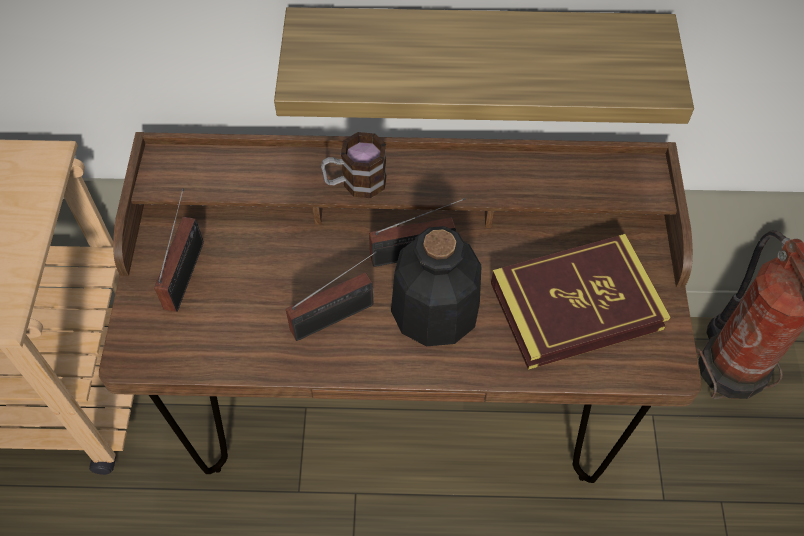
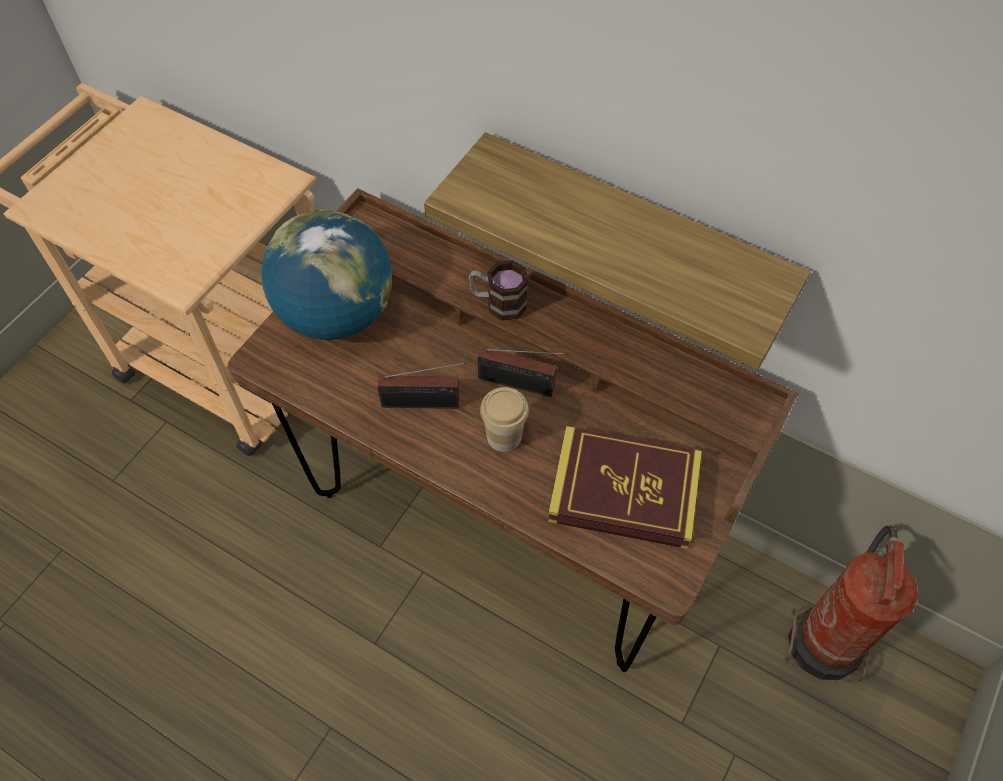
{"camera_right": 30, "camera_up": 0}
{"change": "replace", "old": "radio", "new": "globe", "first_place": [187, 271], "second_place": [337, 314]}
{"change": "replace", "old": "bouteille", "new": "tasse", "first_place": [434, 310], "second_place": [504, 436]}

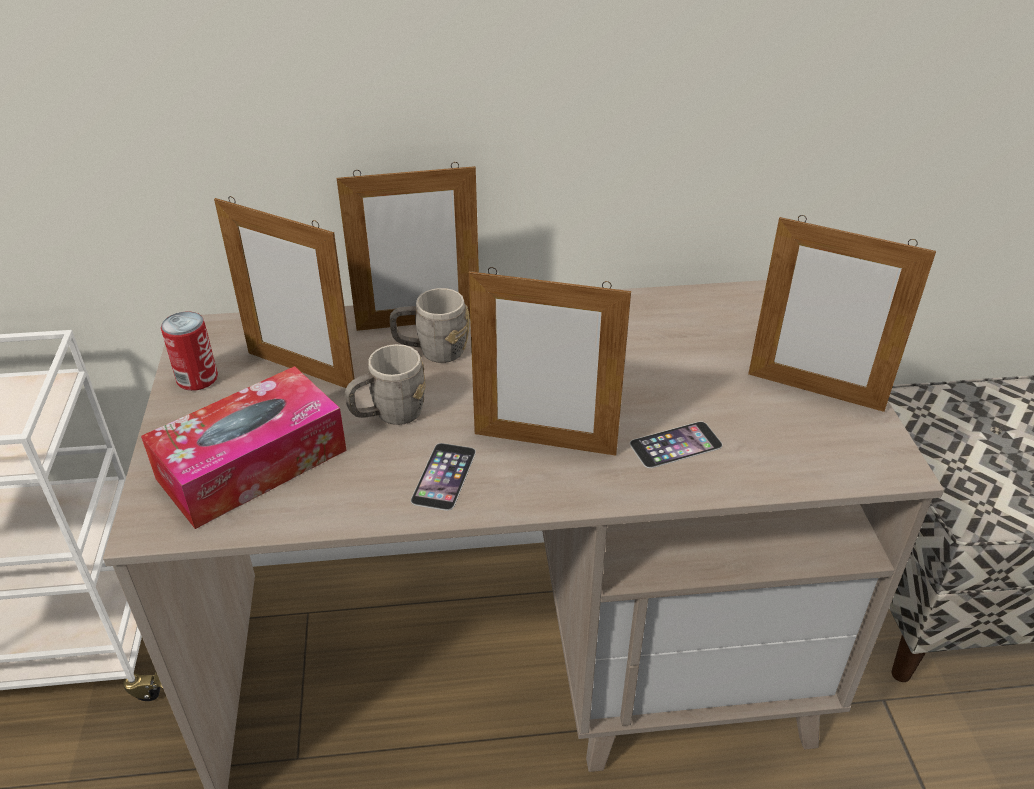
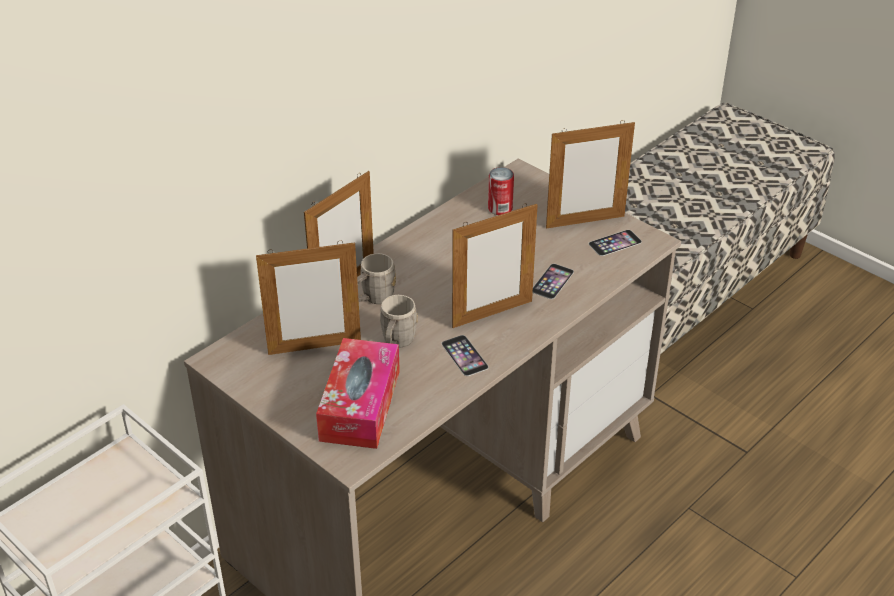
{"camera_right": -40, "camera_up": 0}
{"change": "move", "old": "boîte métallique", "first_place": [197, 378], "second_place": [500, 208]}
{"change": "insert", "new": "téléphone", "second_place": [615, 243]}

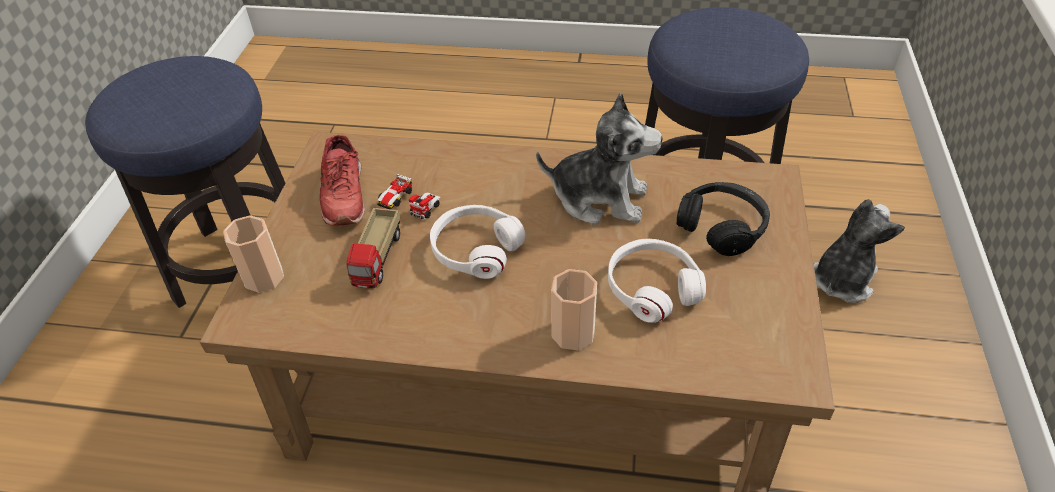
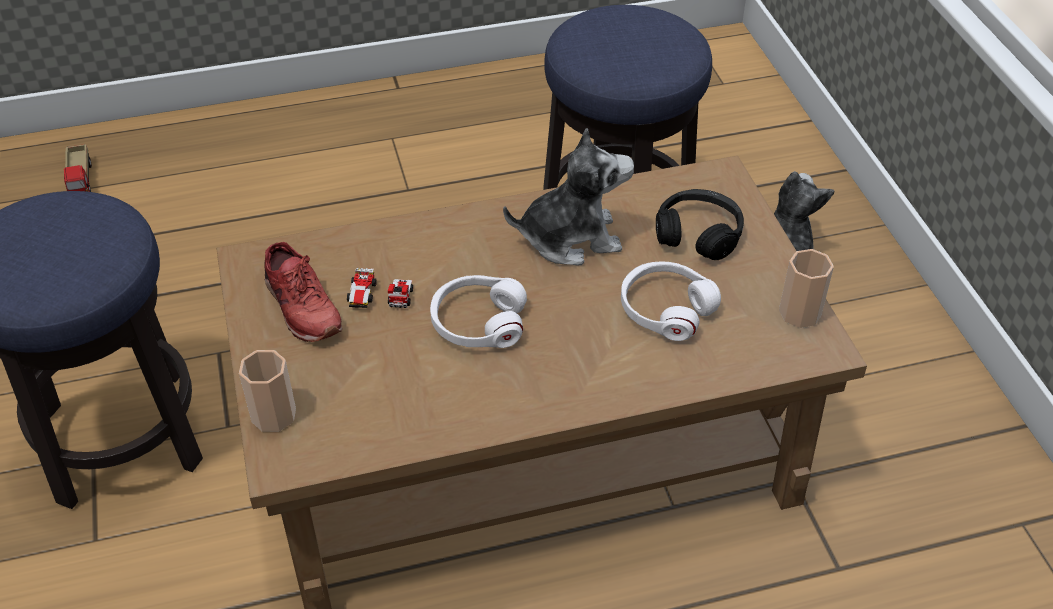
{"camera_right": -25, "camera_up": 0}
{"change": "move", "old": "camion jouet", "first_place": [378, 259], "second_place": [82, 181]}
{"change": "move", "old": "tasse", "first_place": [573, 333], "second_place": [800, 313]}

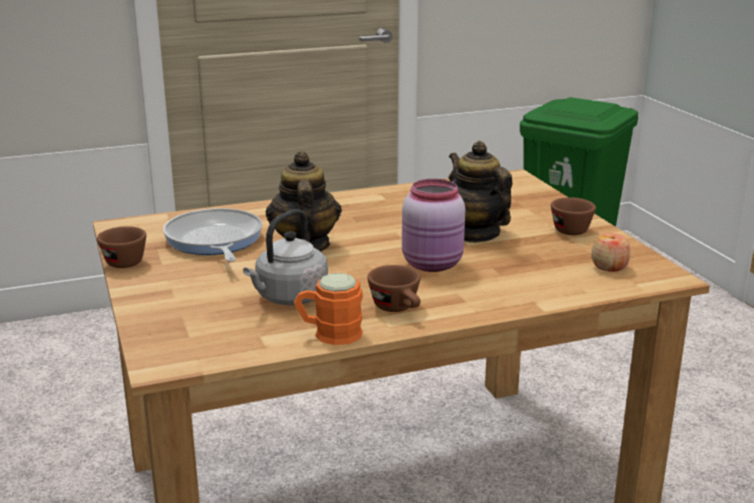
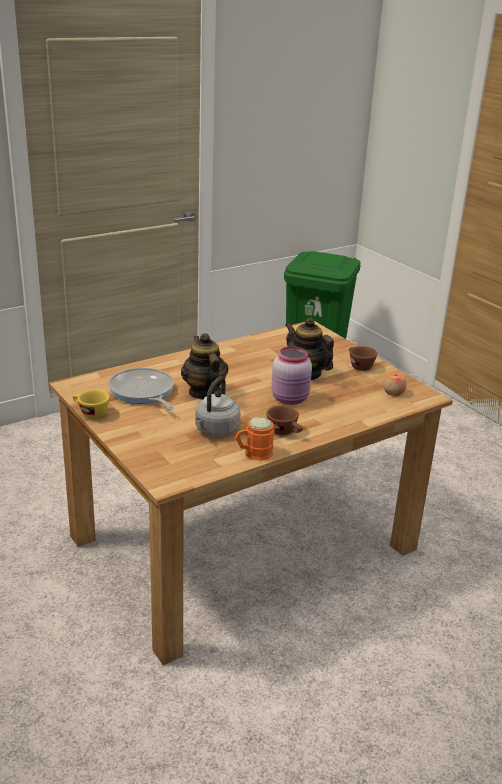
{"camera_right": -15, "camera_up": 5}
{"change": "recolor", "old": "tasse (marron)", "new": "tasse (jaune)", "first_place": [119, 261], "second_place": [90, 413]}

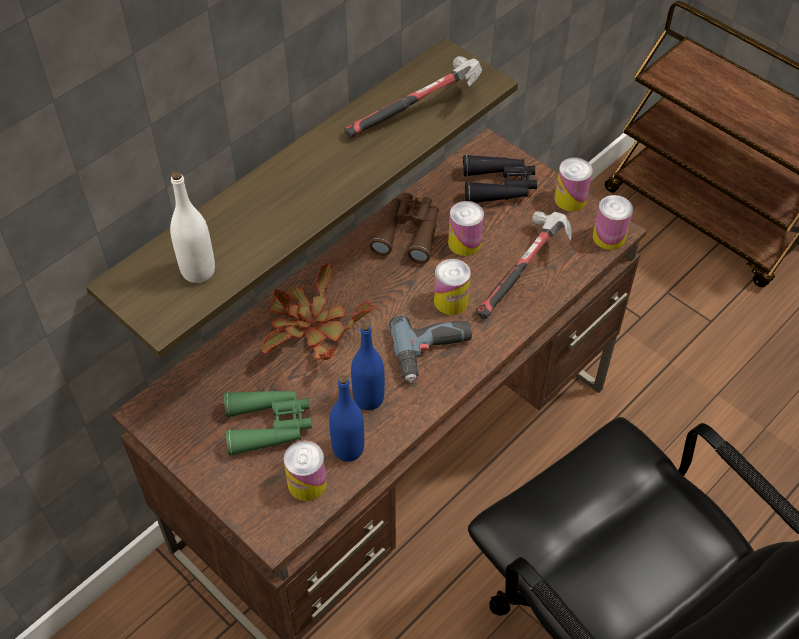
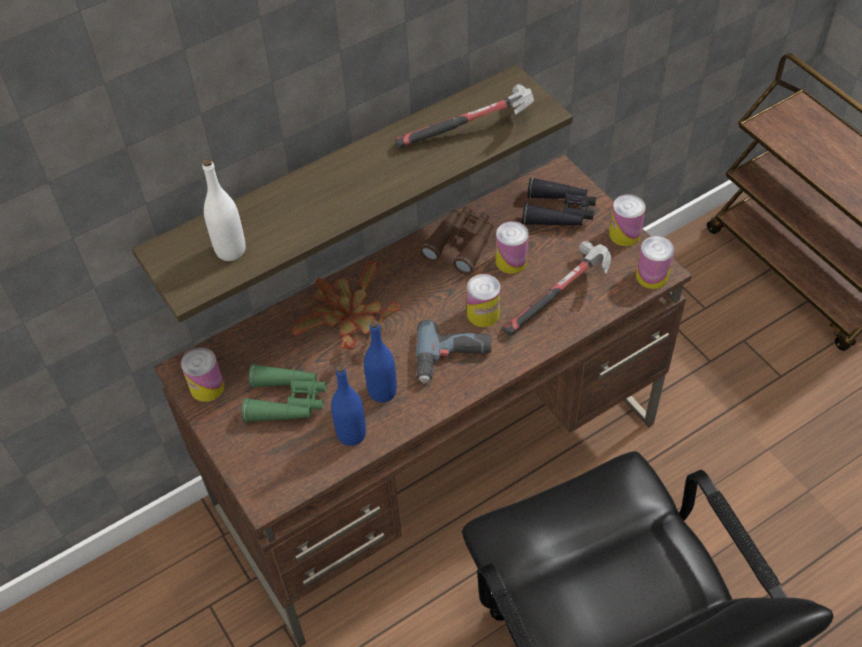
{"camera_right": 15, "camera_up": 0}
{"change": "move", "old": "boîte métallique", "first_place": [307, 483], "second_place": [207, 387]}

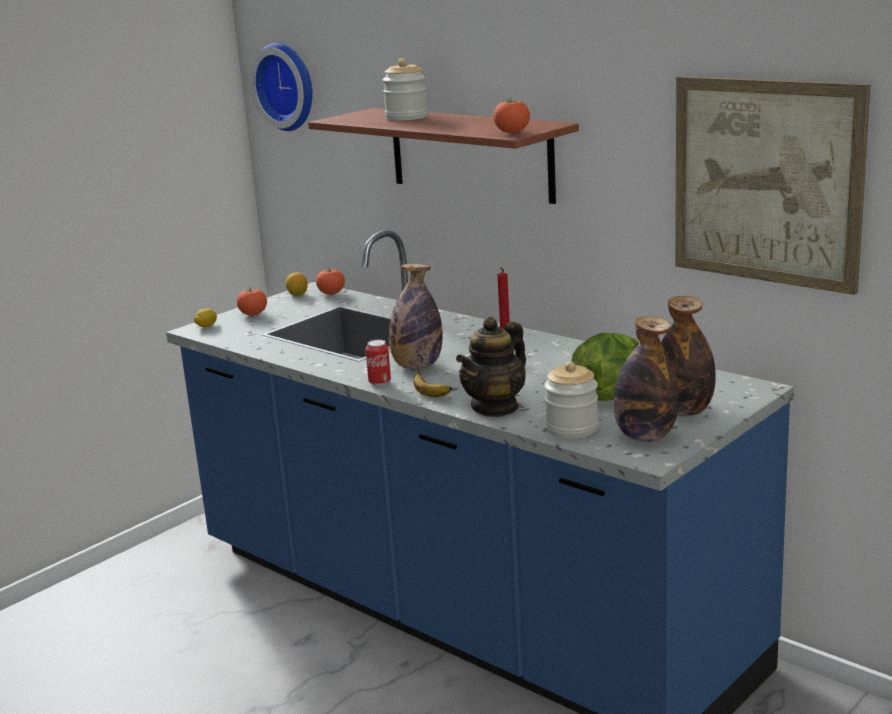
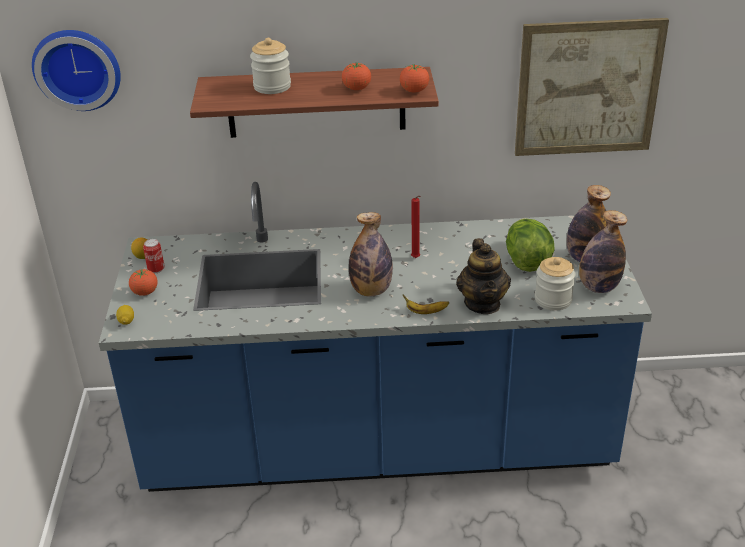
{"camera_right": -45, "camera_up": 15}
{"change": "move", "old": "boîte métallique", "first_place": [379, 383], "second_place": [156, 269]}
{"change": "move", "old": "tomate", "first_place": [331, 294], "second_place": [357, 89]}

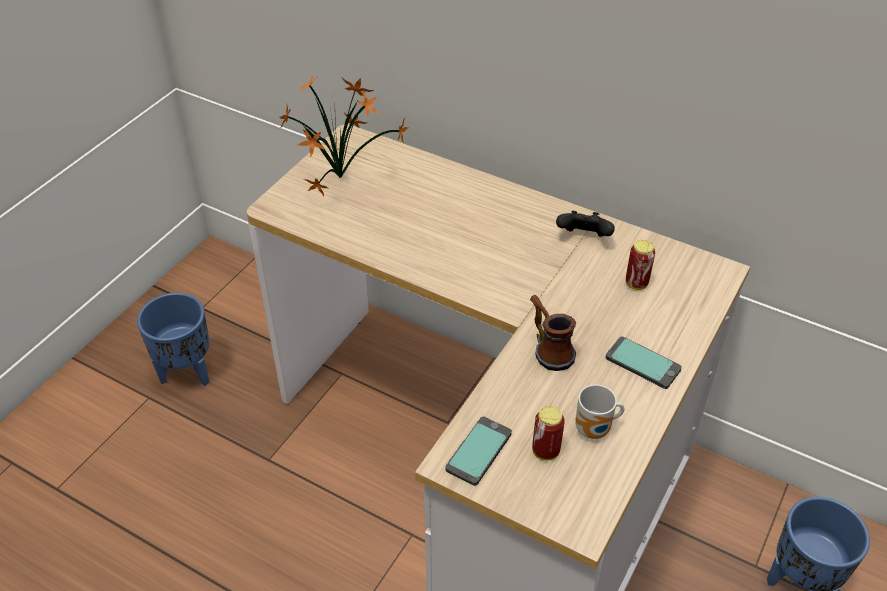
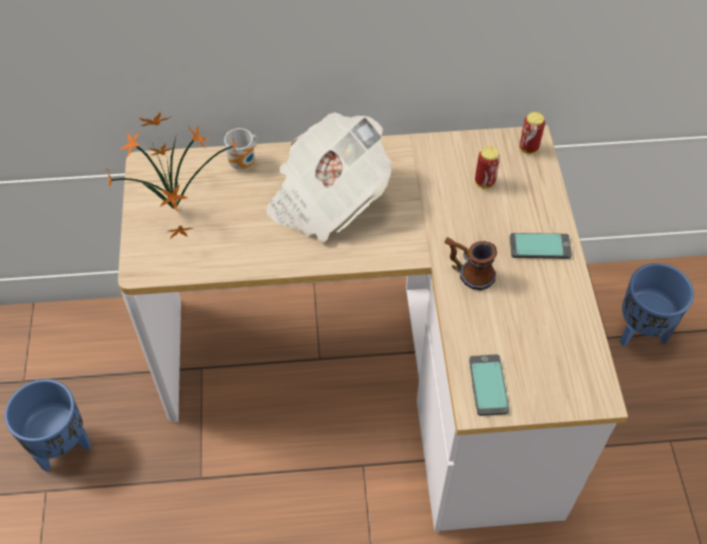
{"camera_right": -35, "camera_up": 10}
{"change": "move", "old": "mug", "first_place": [595, 430], "second_place": [244, 163]}
{"change": "insert", "new": "journal", "second_place": [326, 198]}
{"change": "move", "old": "boîte métallique", "first_place": [545, 451], "second_place": [528, 148]}
{"change": "delete", "old": "manette (noir)", "first_place": [584, 238]}

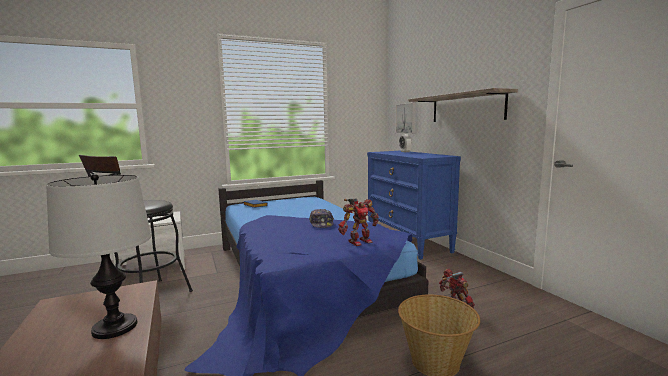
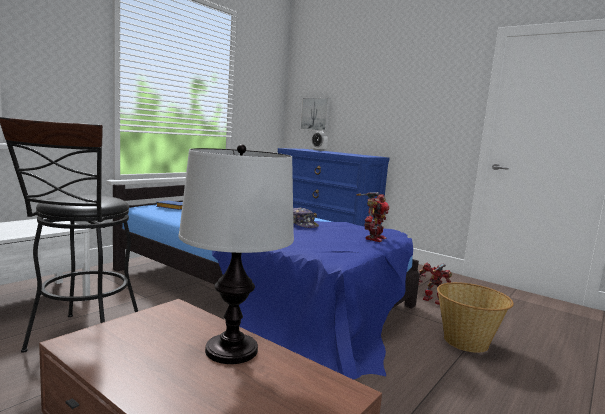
{"camera_right": -30, "camera_up": 0}
{"change": "delete", "old": "étagère", "first_place": [466, 108]}

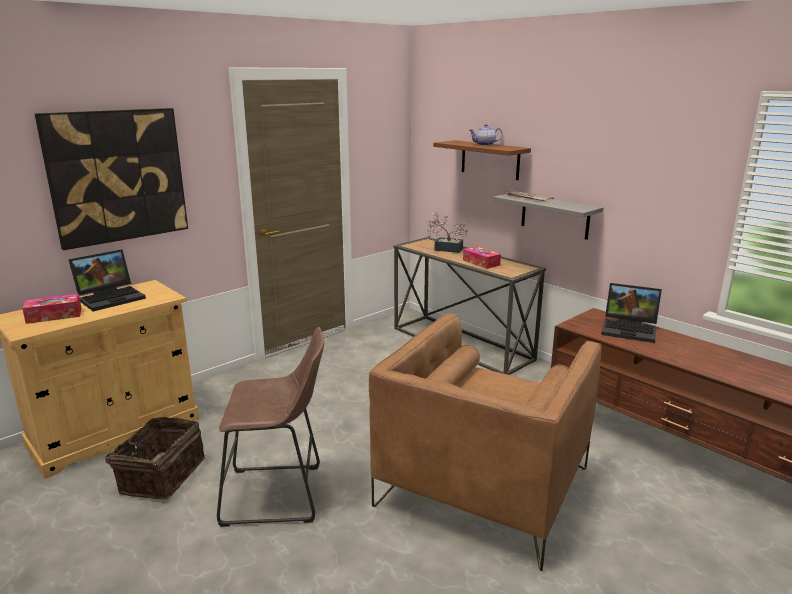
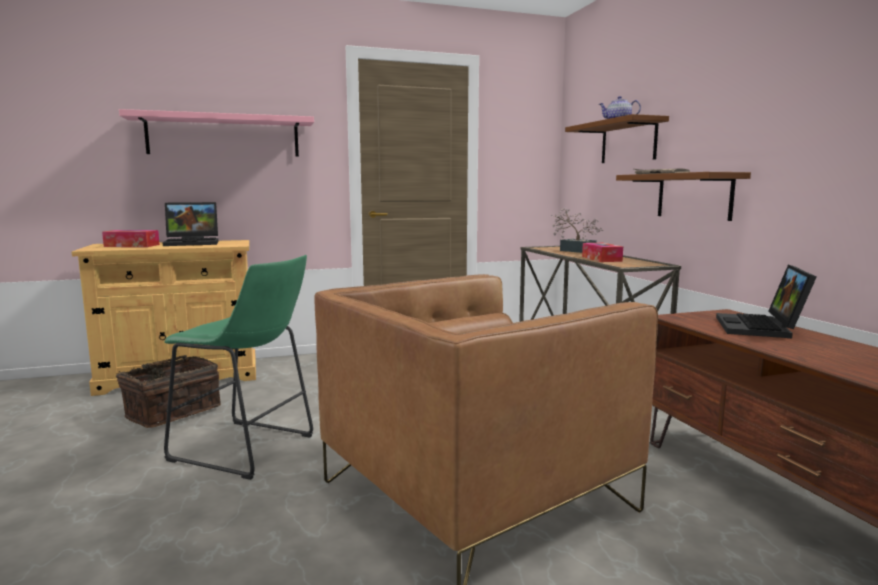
{"camera_right": 25, "camera_up": -10}
{"change": "replace", "old": "tableau", "new": "étagère (rose)", "first_place": [117, 176], "second_place": [224, 136]}
{"change": "recolor", "old": "tabouret (marron)", "new": "tabouret (vert)", "first_place": [279, 495], "second_place": [248, 449]}
{"change": "recolor", "old": "étagère (gris)", "new": "étagère (marron)", "first_place": [554, 215], "second_place": [694, 196]}
{"change": "rotate", "old": "ordinateur portable", "first_place": [630, 329], "second_place": [762, 328], "degrees": 60}

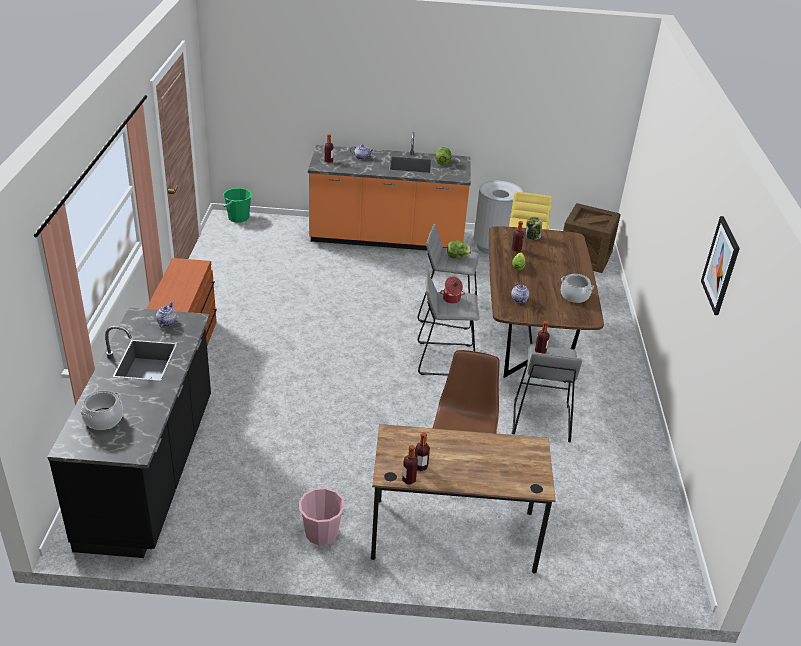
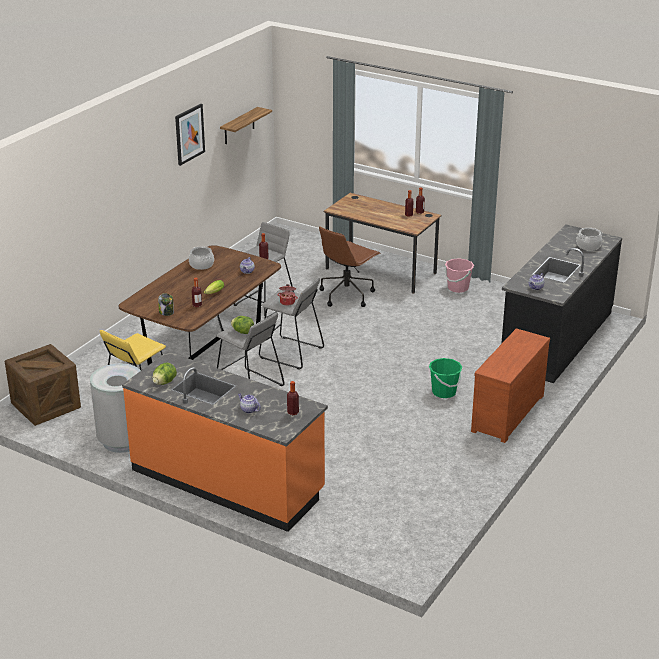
{"camera_right": -150, "camera_up": -5}
{"change": "insert", "new": "étagère", "second_place": [239, 126]}
{"change": "move", "old": "seau (vert)", "first_place": [238, 218], "second_place": [444, 392]}

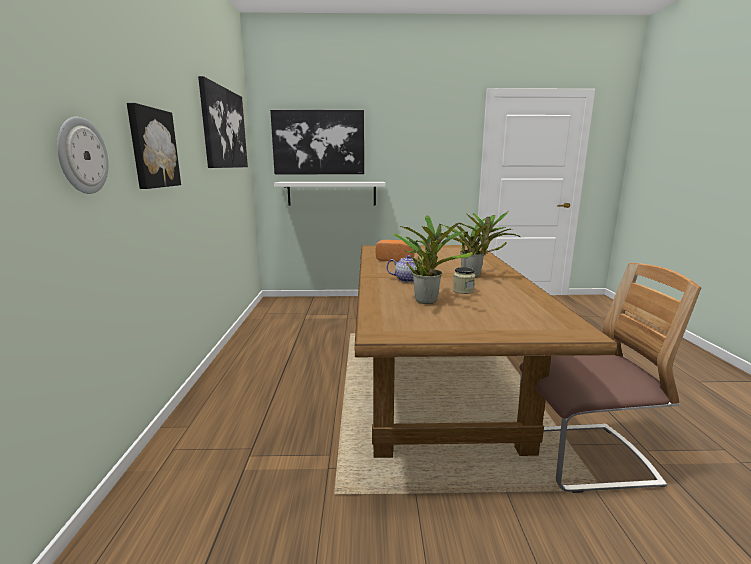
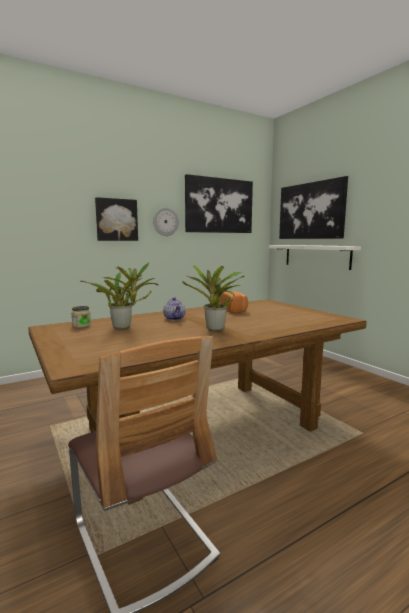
{"camera_right": 60, "camera_up": -5}
{"change": "move", "old": "bocal", "first_place": [463, 291], "second_place": [81, 325]}
{"change": "move", "old": "horloge murale", "first_place": [81, 156], "second_place": [165, 221]}

